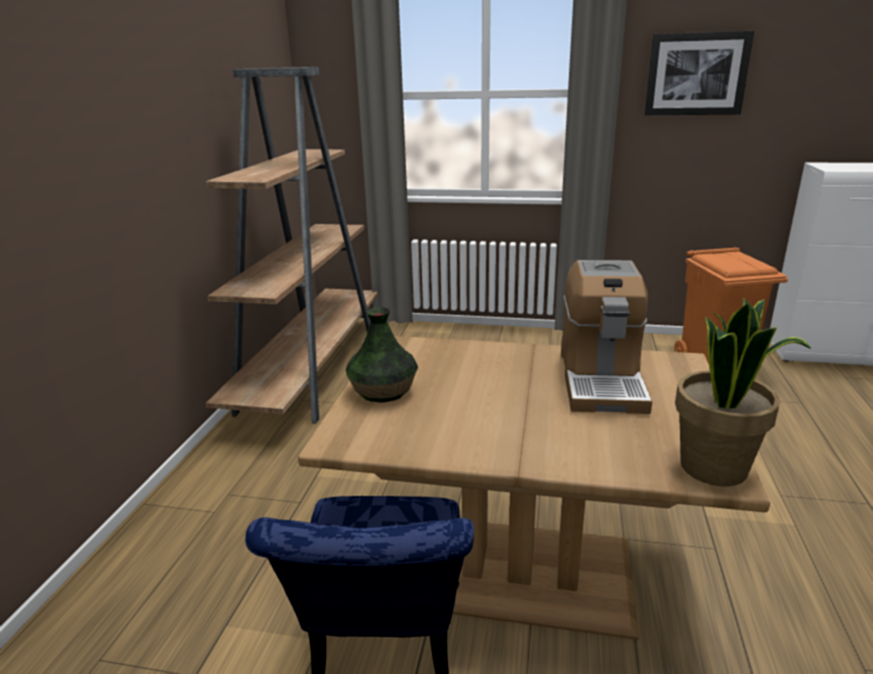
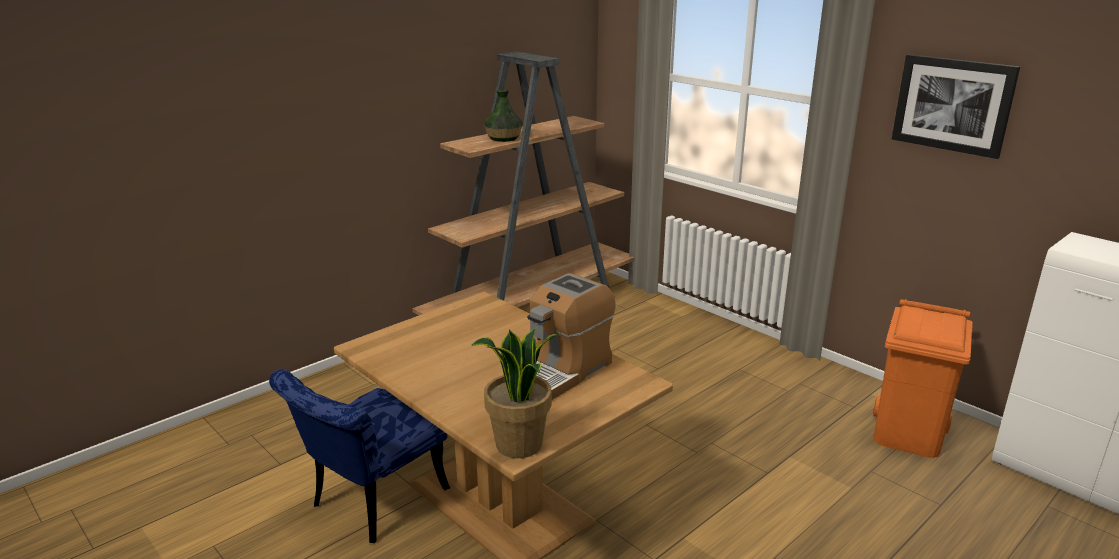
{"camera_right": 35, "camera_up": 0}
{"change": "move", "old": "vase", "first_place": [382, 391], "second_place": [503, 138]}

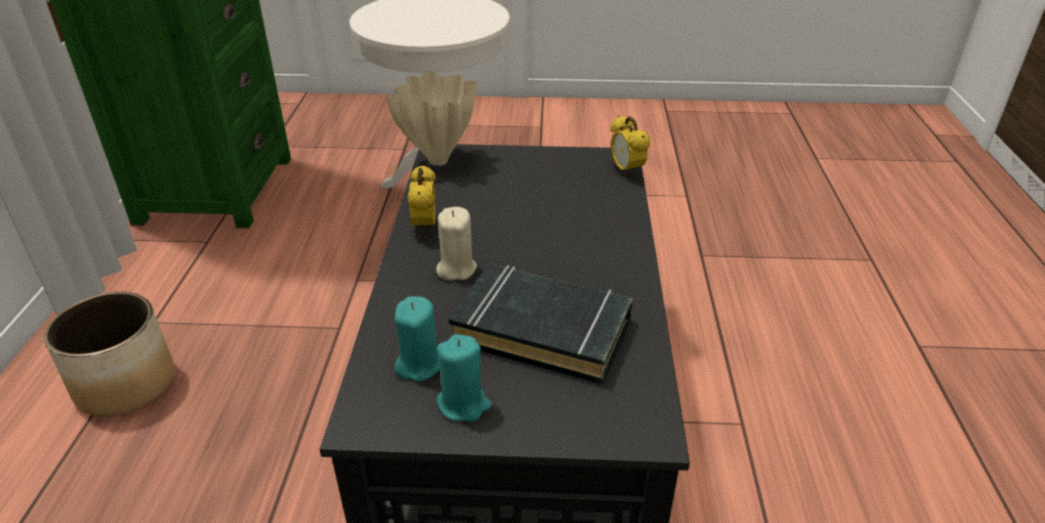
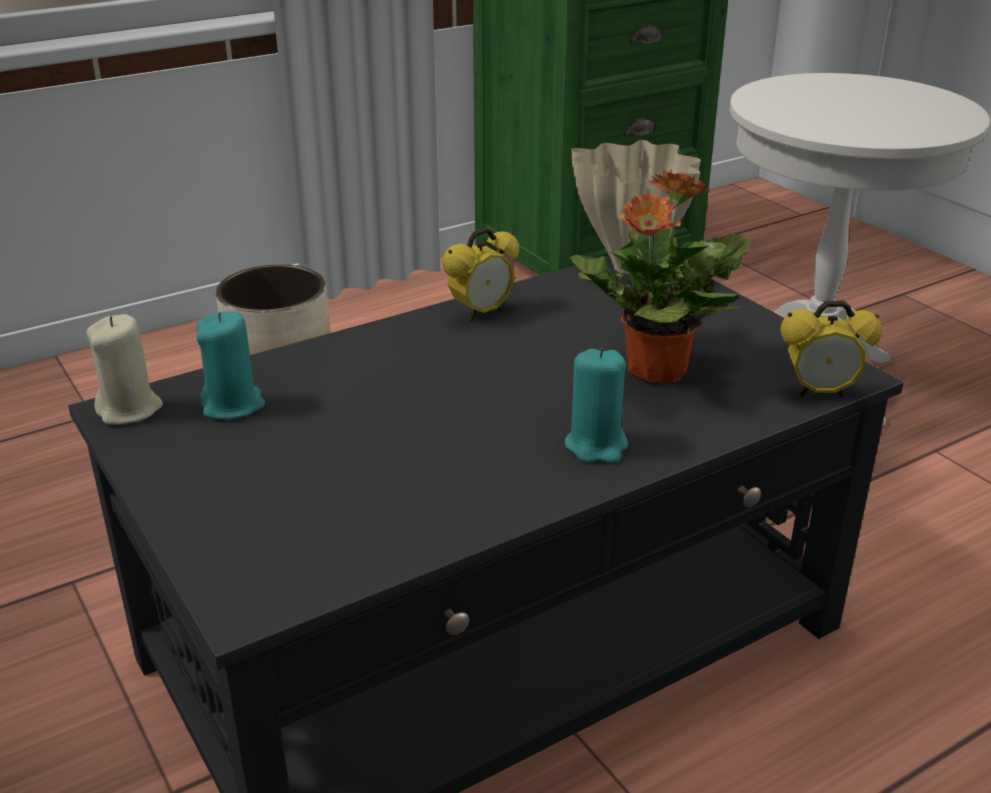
{"camera_right": 55, "camera_up": -5}
{"change": "move", "old": "bougie (beige)", "first_place": [456, 269], "second_place": [130, 409]}
{"change": "move", "old": "bougie (turquoise)", "first_place": [463, 404], "second_place": [596, 445]}
{"change": "insert", "new": "plante en pot", "second_place": [654, 371]}
{"change": "rotate", "old": "réveil", "first_place": [626, 171], "second_place": [819, 393], "degrees": -120}
{"change": "delete", "old": "livre (noir)", "first_place": [542, 330]}

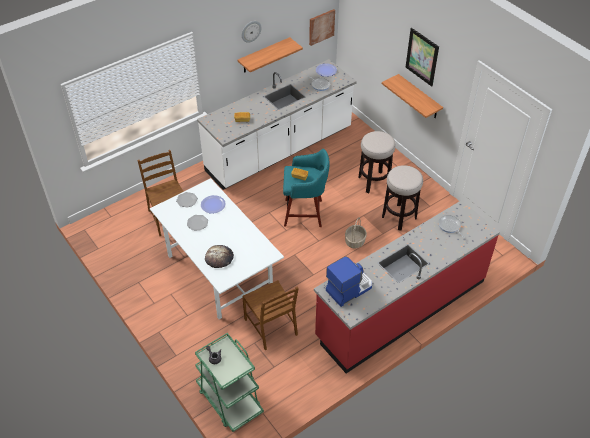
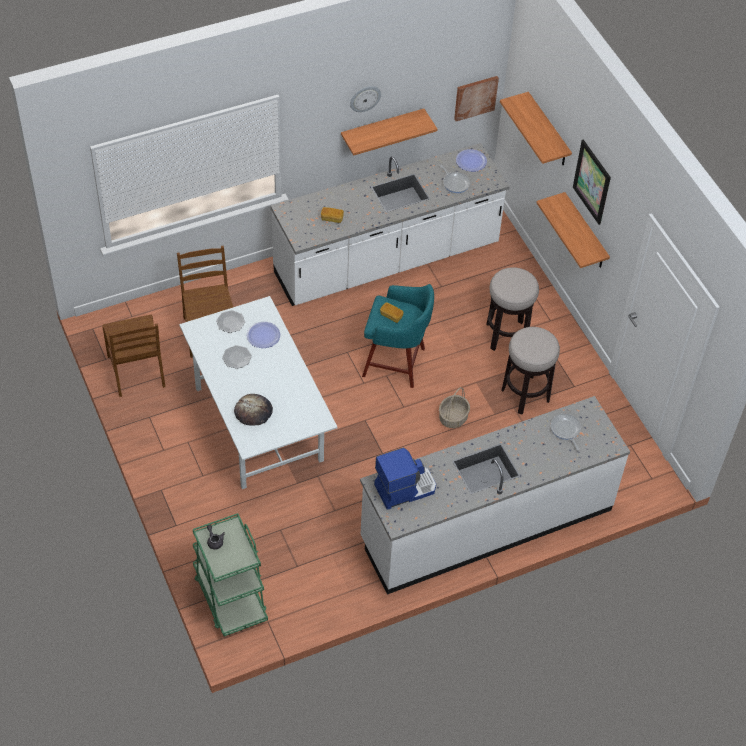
{"camera_right": 10, "camera_up": 5}
{"change": "move", "old": "chaise (marron)", "first_place": [271, 327], "second_place": [137, 371]}
{"change": "recolor", "old": "comptoir de cuisine (rouge)", "new": "comptoir de cuisine (blanc)", "first_place": [401, 308], "second_place": [486, 524]}
{"change": "insert", "new": "étagère", "second_place": [548, 131]}

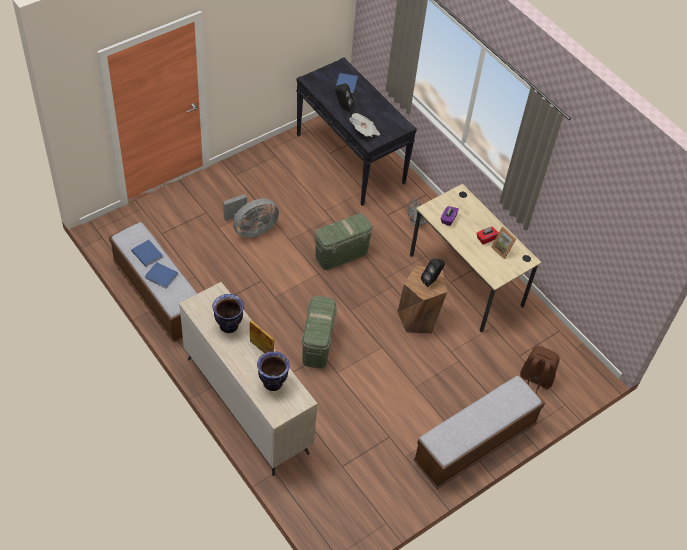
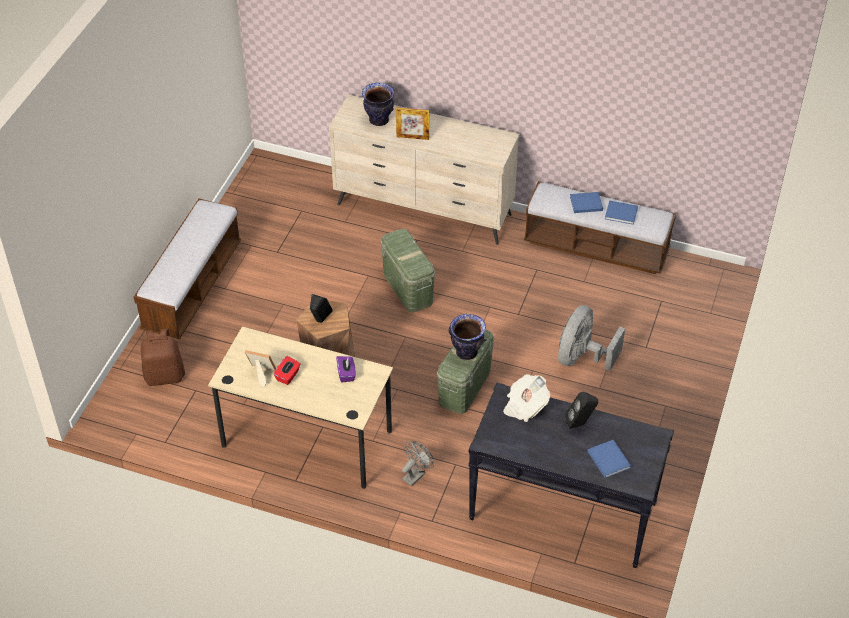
{"camera_right": 150, "camera_up": -5}
{"change": "move", "old": "vase", "first_place": [229, 326], "second_place": [466, 353]}

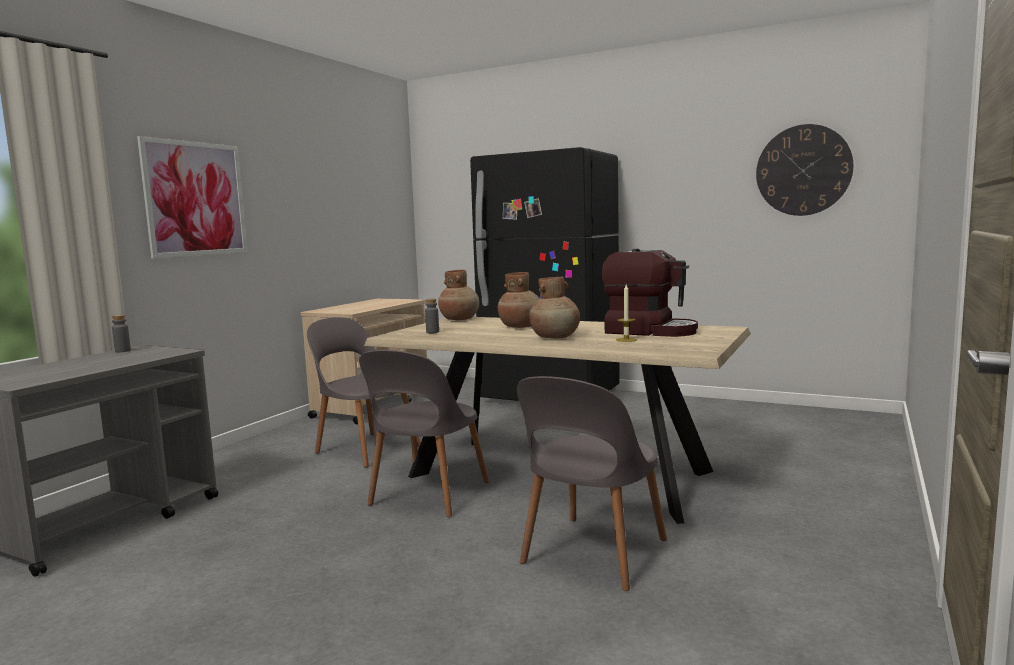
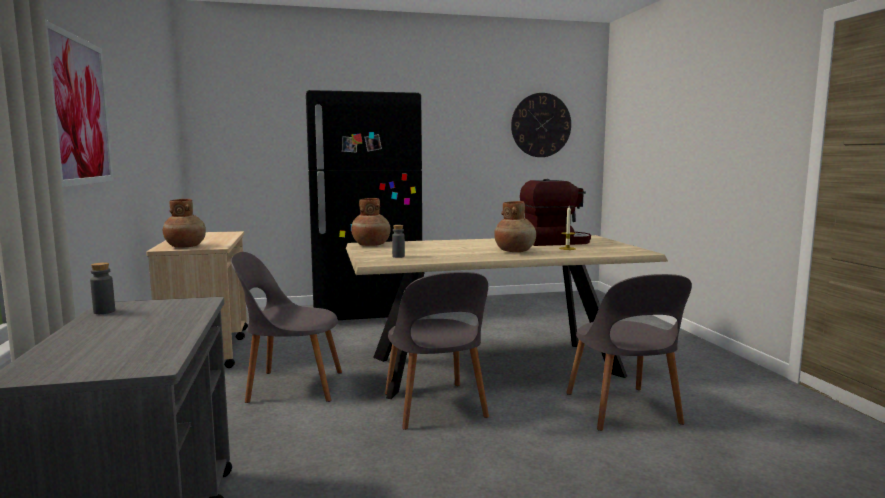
{"camera_right": -40, "camera_up": 0}
{"change": "move", "old": "vase (marron)", "first_place": [521, 327], "second_place": [186, 246]}

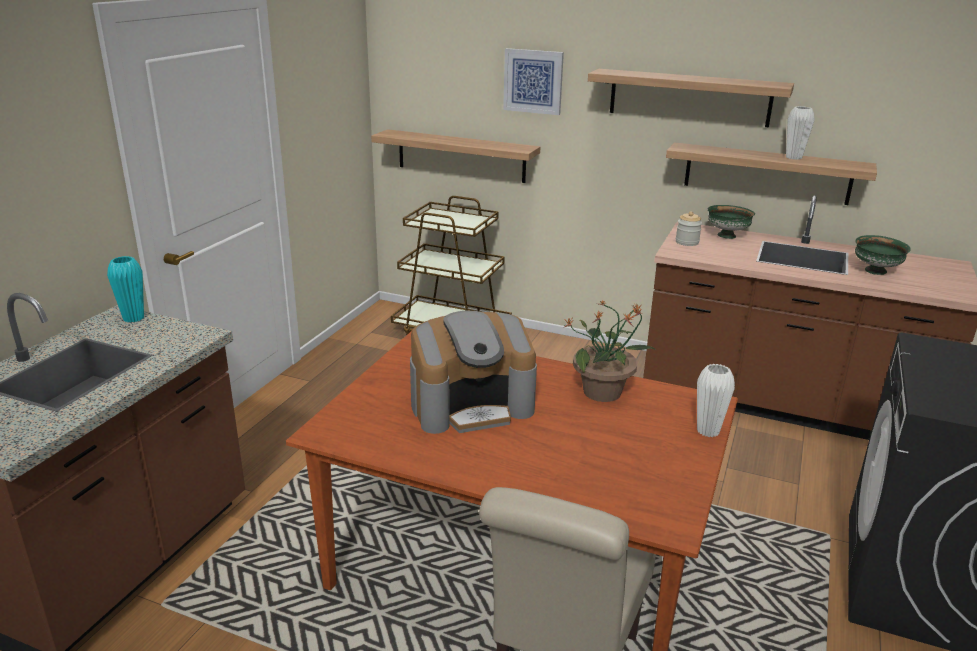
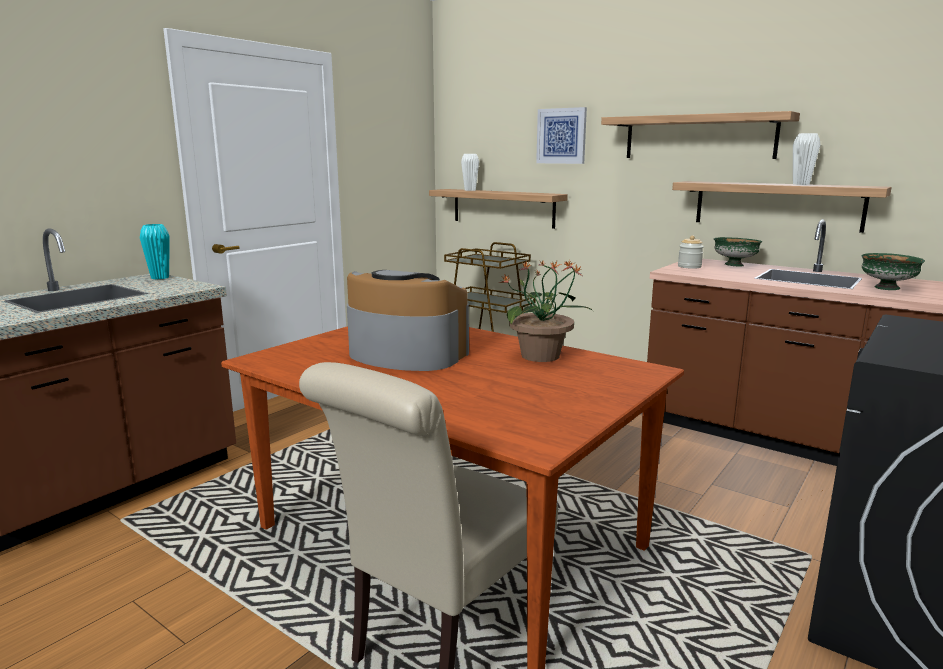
{"camera_right": 15, "camera_up": -10}
{"change": "rotate", "old": "machine à café", "first_place": [471, 405], "second_place": [405, 354], "degrees": -150}
{"change": "move", "old": "vase (blanc)", "first_place": [708, 431], "second_place": [470, 190]}

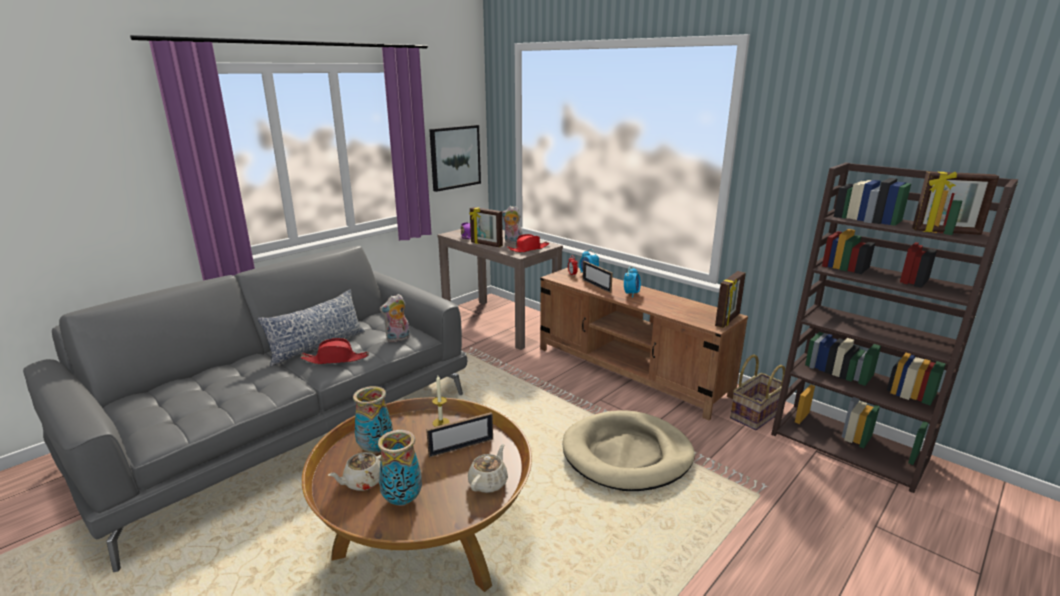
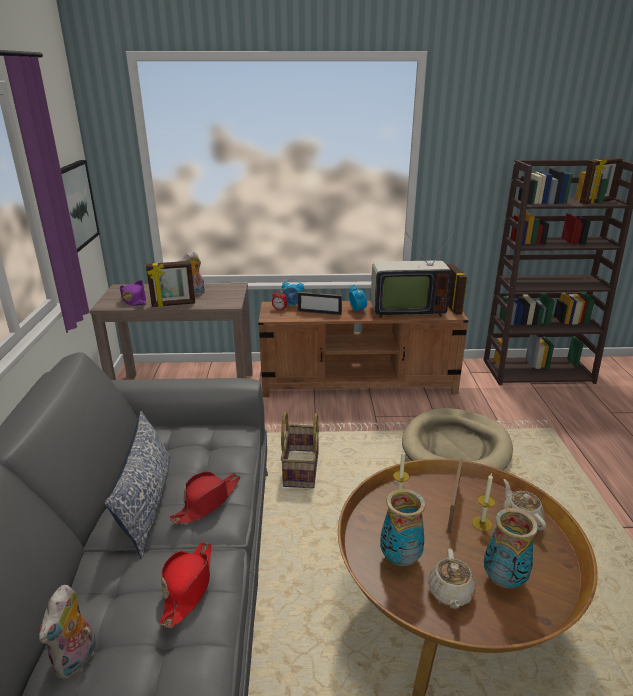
{"camera_right": -45, "camera_up": 5}
{"change": "move", "old": "peluche", "first_place": [398, 339], "second_place": [77, 660]}
{"change": "move", "old": "chapeau (rouge)", "first_place": [528, 249], "second_place": [188, 586]}
{"change": "move", "old": "panier", "first_place": [755, 414], "second_place": [300, 469]}
{"change": "insert", "new": "téléviseur", "second_place": [405, 310]}
{"change": "insert", "new": "bougie", "second_place": [482, 523]}

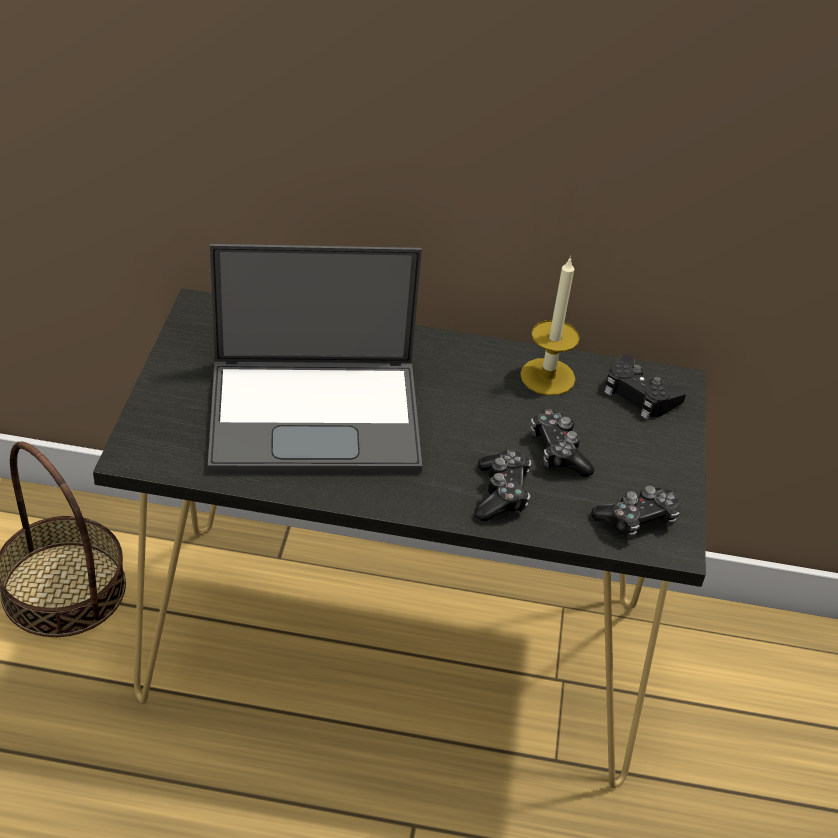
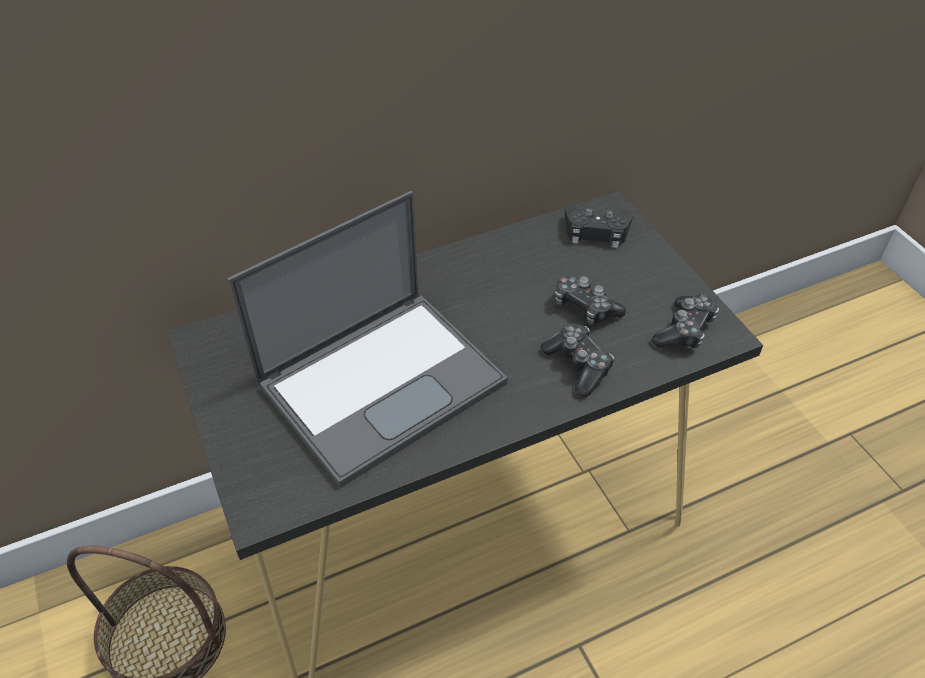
{"camera_right": -30, "camera_up": 5}
{"change": "delete", "old": "bougie", "first_place": [547, 377]}

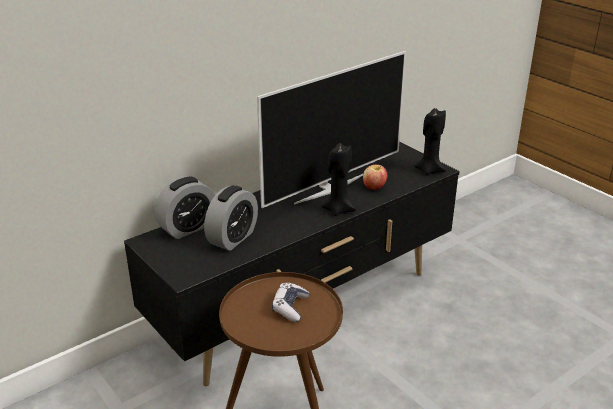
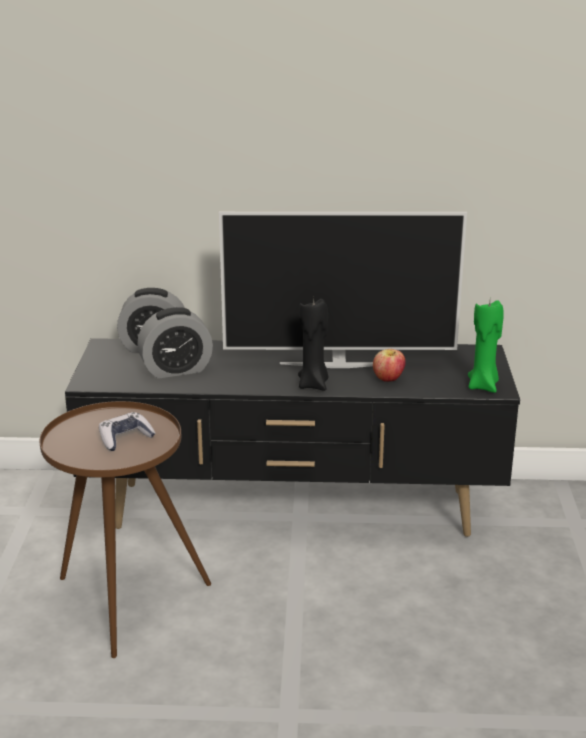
{"camera_right": 40, "camera_up": -5}
{"change": "recolor", "old": "bougie (noir)", "new": "bougie (vert)", "first_place": [429, 170], "second_place": [483, 386]}

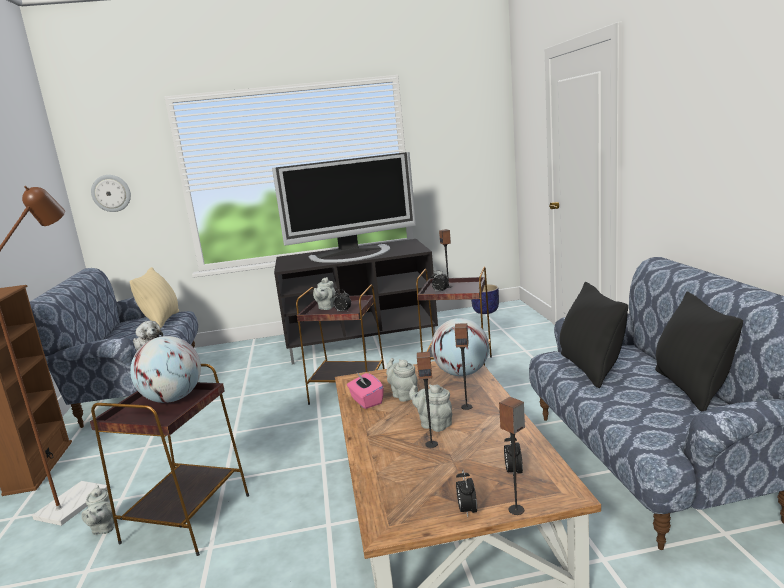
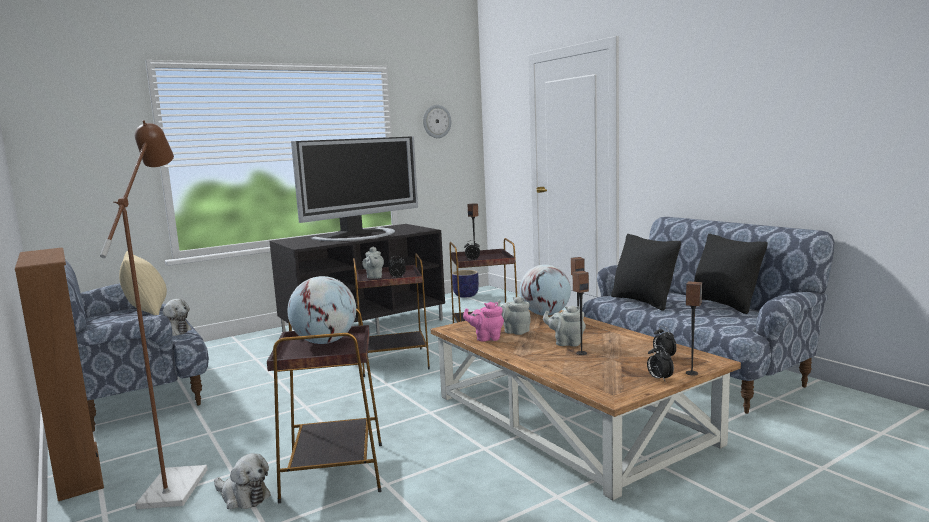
{"camera_right": -25, "camera_up": -5}
{"change": "replace", "old": "théière (gris)", "new": "peluche", "first_place": [104, 528], "second_place": [243, 497]}
{"change": "move", "old": "horloge murale", "first_place": [111, 193], "second_place": [436, 121]}
{"change": "replace", "old": "boîte à mouchoirs (rose)", "new": "théière (rose)", "first_place": [366, 401], "second_place": [486, 338]}

